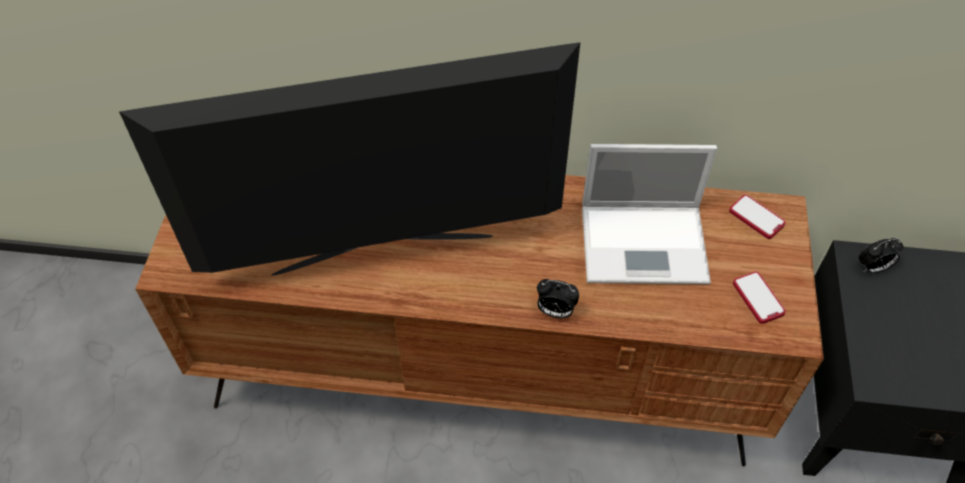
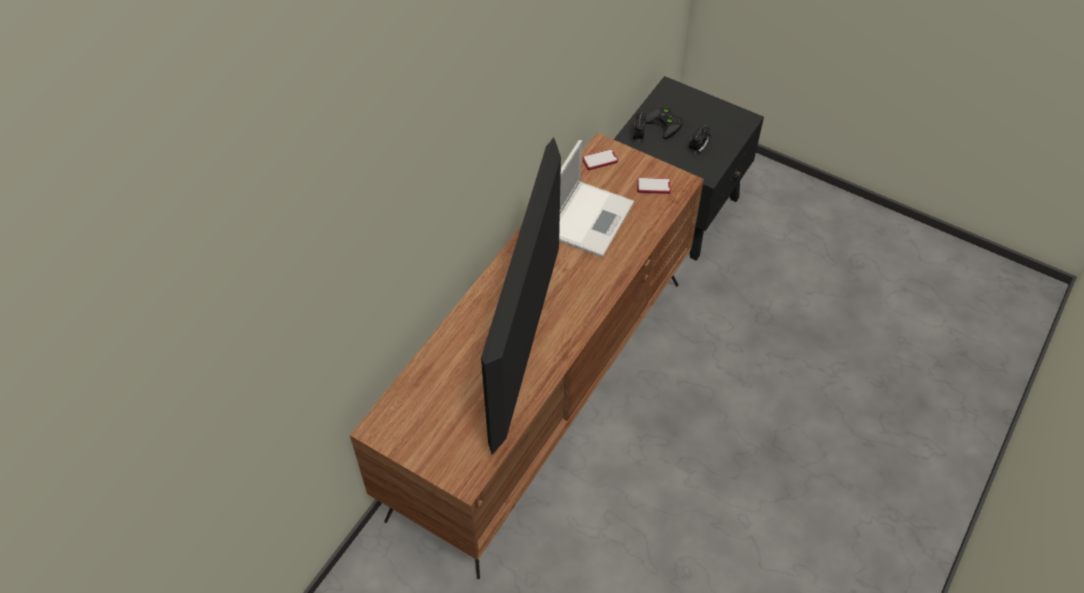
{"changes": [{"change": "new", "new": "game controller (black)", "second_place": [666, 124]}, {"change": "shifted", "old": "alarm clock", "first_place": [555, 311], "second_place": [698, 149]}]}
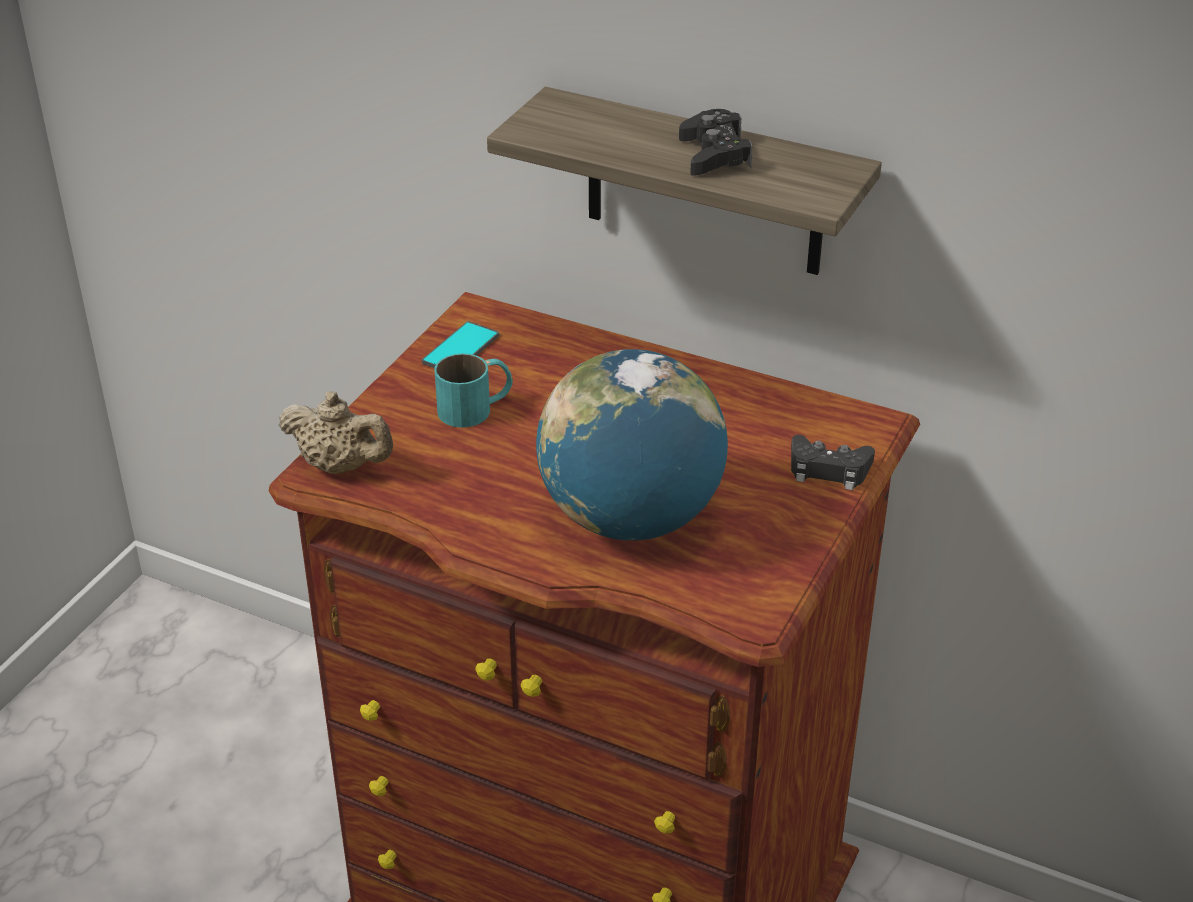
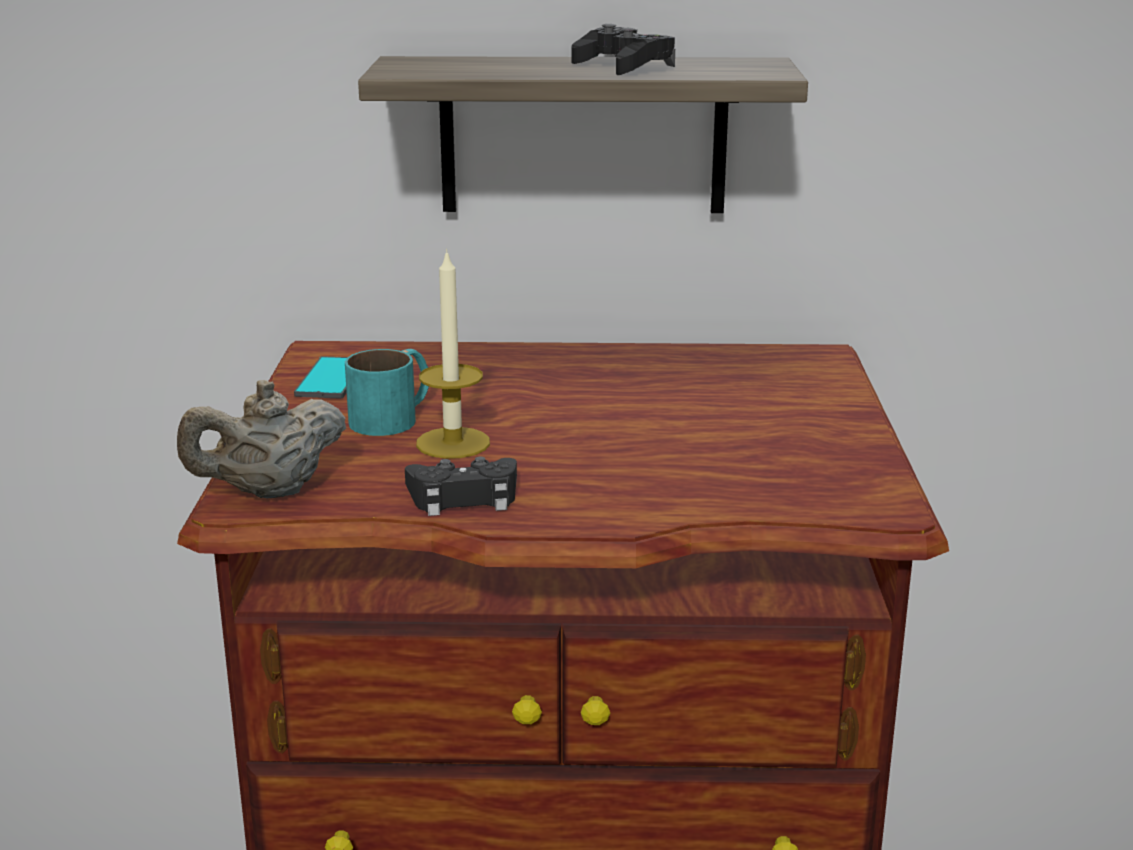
{"changes": [{"change": "gone", "old": "globe", "first_place": [630, 518]}, {"change": "new", "new": "candle", "second_place": [453, 443]}, {"change": "shifted", "old": "game controller (black)", "first_place": [828, 469], "second_place": [464, 497]}, {"change": "rotated", "old": "teapot (beige)", "first_place": [340, 466], "second_place": [269, 492], "degrees": 150}]}
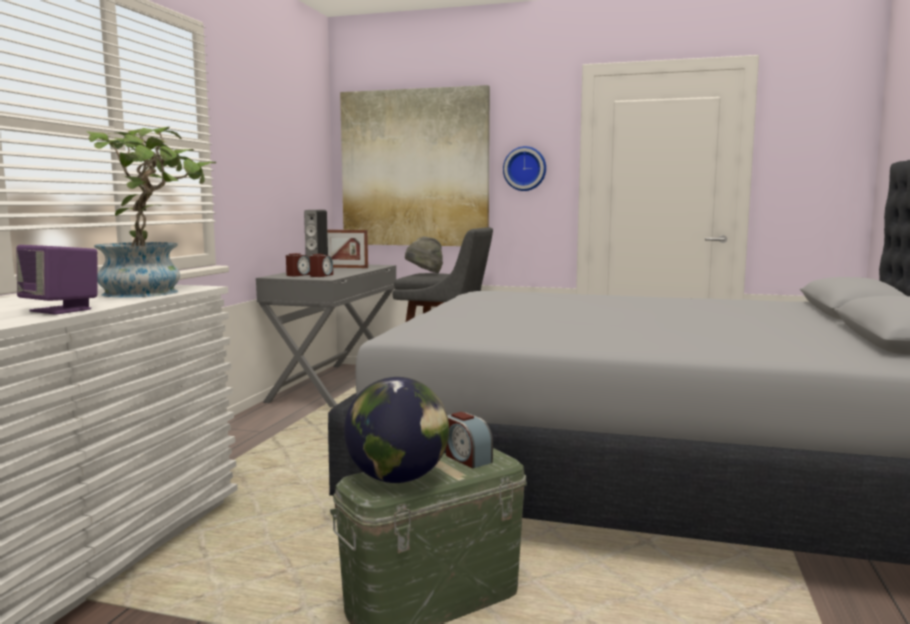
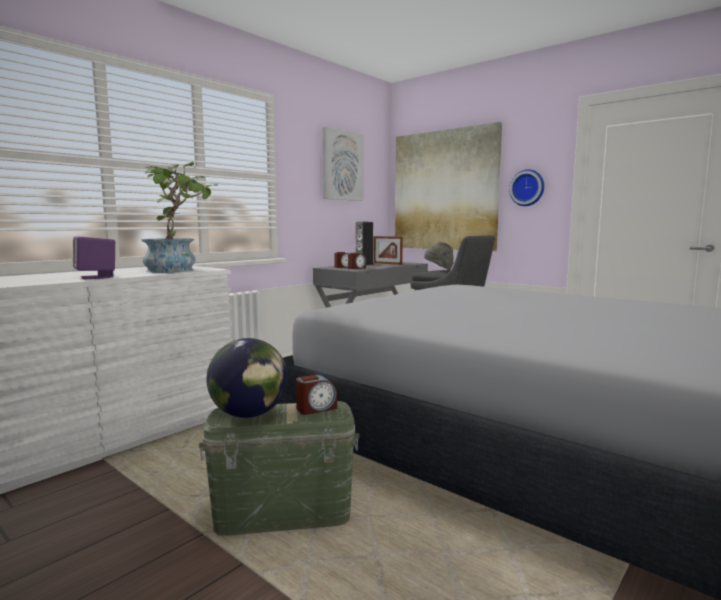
{"changes": [{"change": "new", "new": "picture", "second_place": [342, 166]}, {"change": "rotated", "old": "alarm clock", "first_place": [467, 458], "second_place": [316, 409], "degrees": -105}]}
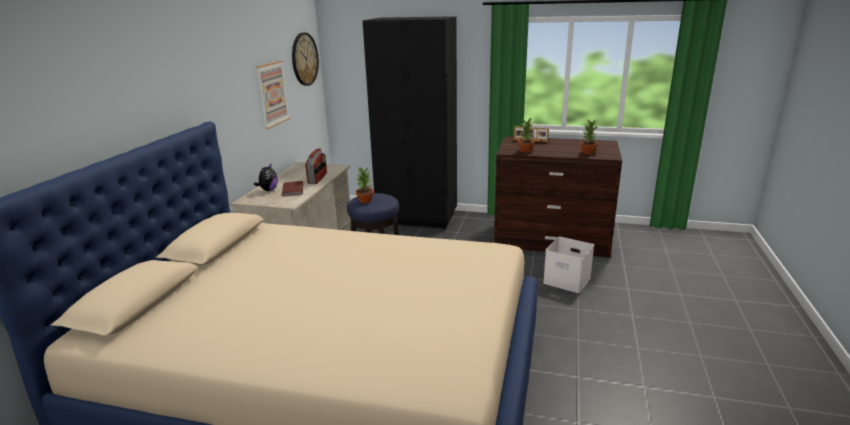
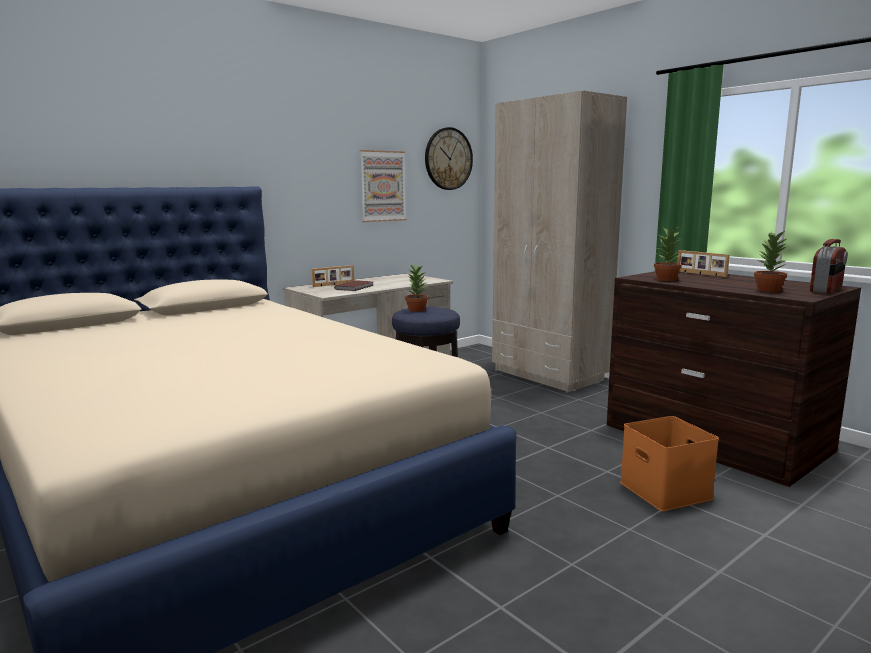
{"changes": [{"change": "shifted", "old": "radio", "first_place": [318, 178], "second_place": [826, 289]}, {"change": "swapped", "old": "plush toy", "new": "picture frame", "first_place": [268, 190], "second_place": [334, 285]}, {"change": "repainted", "old": "wardrobe (black)", "new": "wardrobe (beige)", "first_place": [418, 217], "second_place": [550, 375]}, {"change": "repainted", "old": "storage box (white)", "new": "storage box (orange)", "first_place": [568, 280], "second_place": [667, 491]}]}
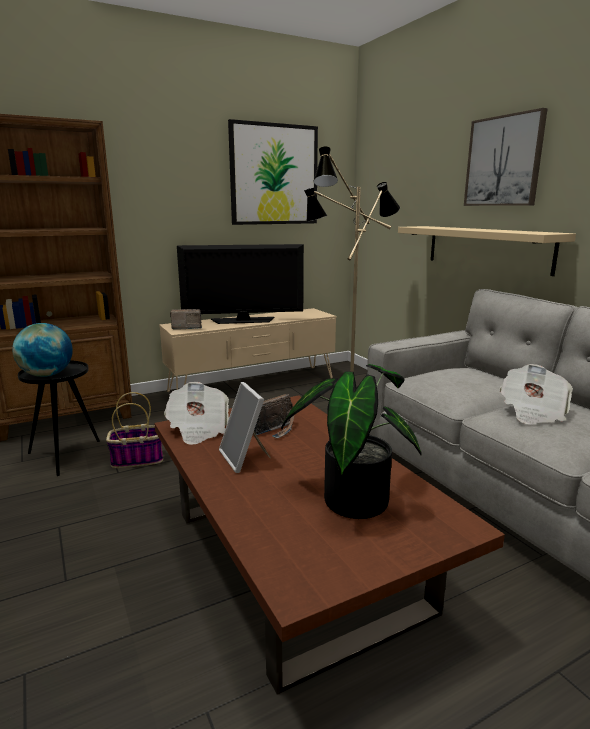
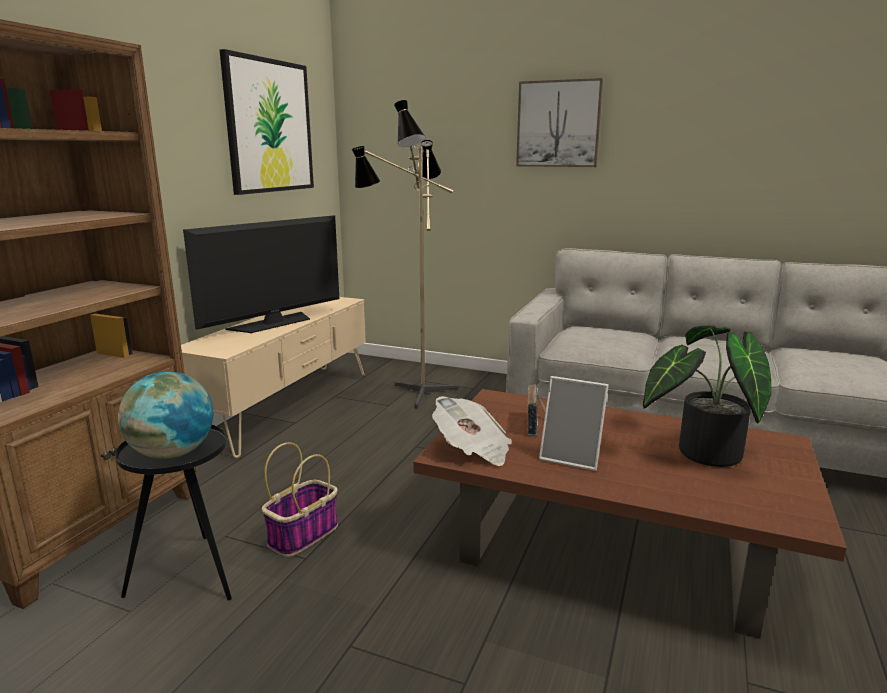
{"changes": [{"change": "gone", "old": "radio", "first_place": [186, 328]}, {"change": "gone", "old": "shelf (beige)", "first_place": [487, 248]}, {"change": "gone", "old": "newspaper", "first_place": [532, 412]}]}
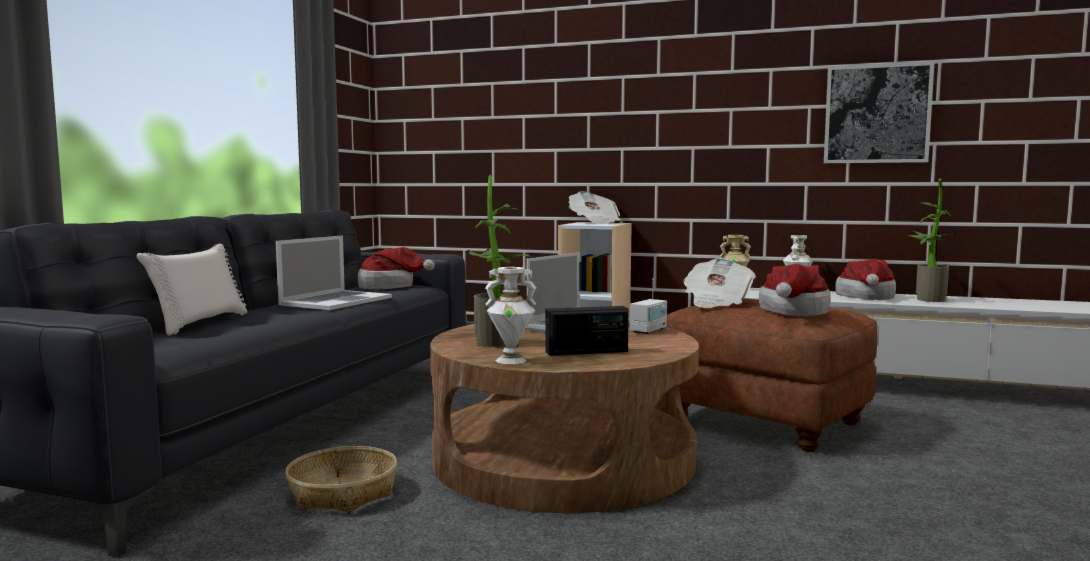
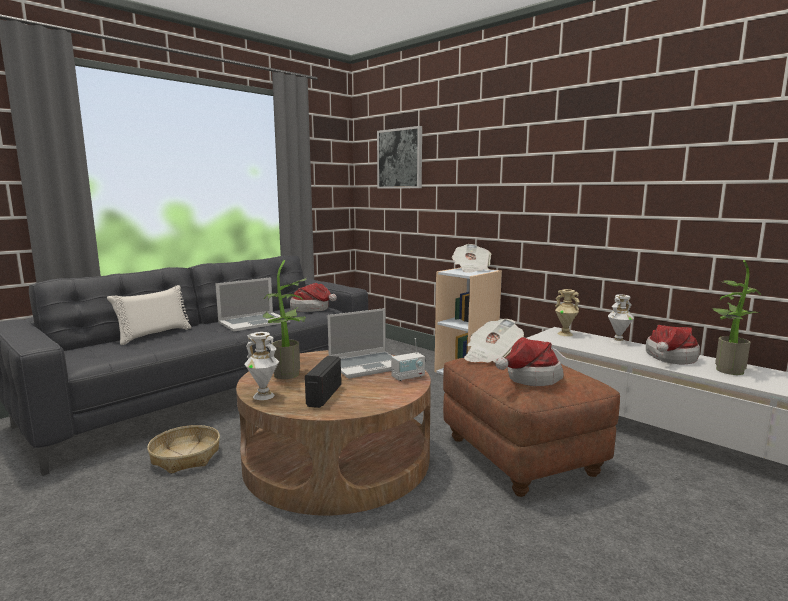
{"changes": [{"change": "shifted", "old": "picture", "first_place": [876, 114], "second_place": [400, 158]}, {"change": "rotated", "old": "radio", "first_place": [586, 352], "second_place": [323, 395], "degrees": 90}]}
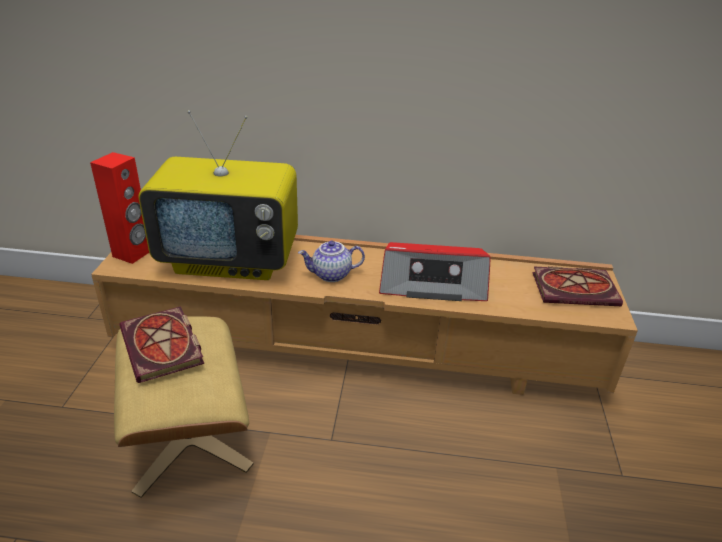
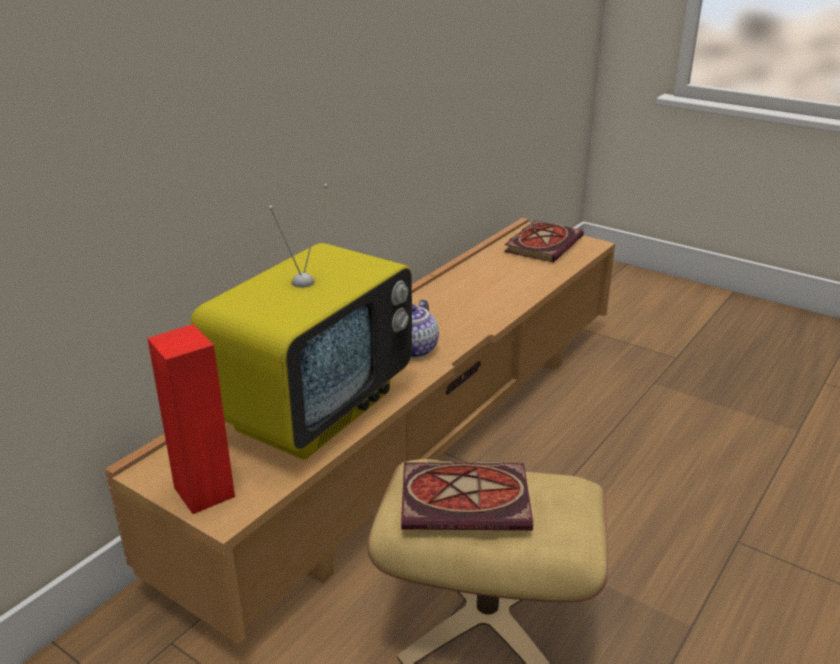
{"changes": [{"change": "gone", "old": "radio", "first_place": [432, 284]}]}
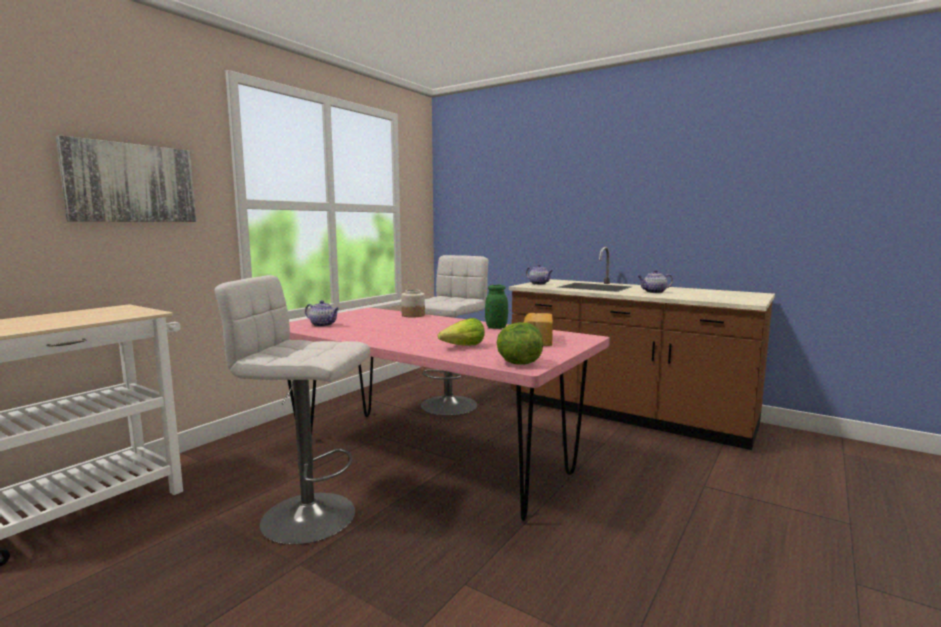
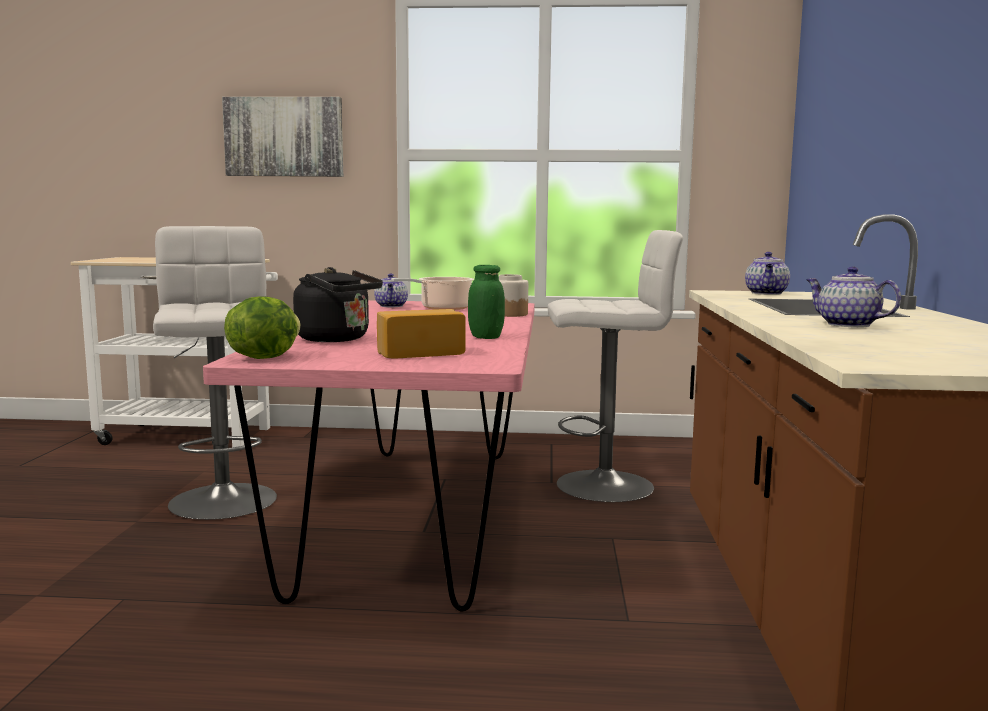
{"changes": [{"change": "new", "new": "cooking pot", "second_place": [442, 308]}, {"change": "swapped", "old": "lettuce", "new": "kettle (black)", "first_place": [463, 346], "second_place": [337, 339]}]}
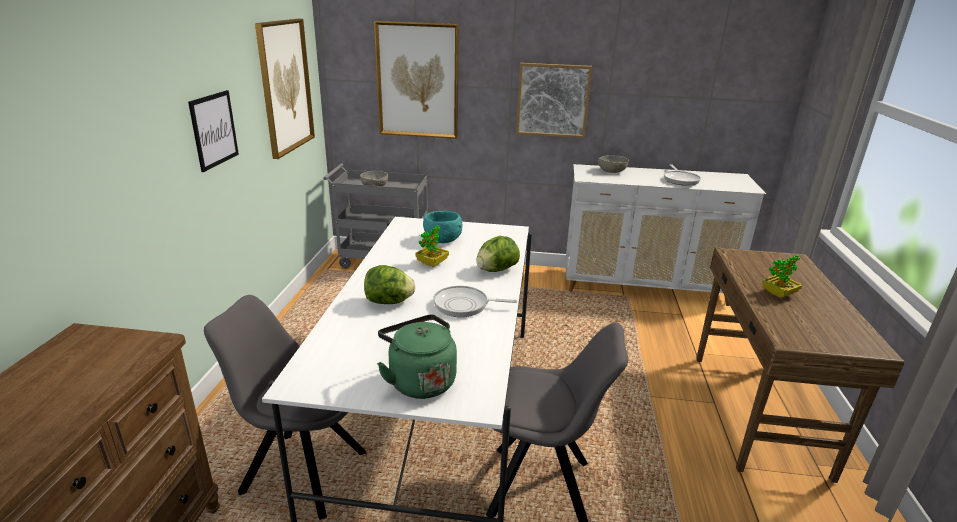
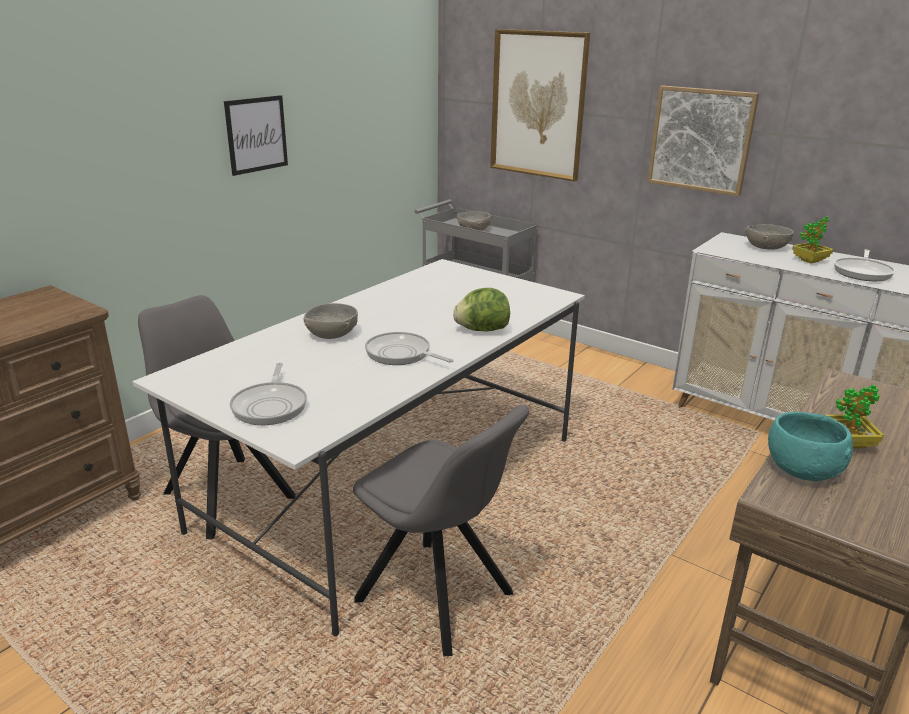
{"changes": [{"change": "gone", "old": "picture", "first_place": [285, 86]}, {"change": "shifted", "old": "potted plant", "first_place": [432, 263], "second_place": [809, 260]}, {"change": "shifted", "old": "bowl (turquoise)", "first_place": [442, 239], "second_place": [801, 469]}, {"change": "swapped", "old": "lettuce", "new": "bowl (grey)", "first_place": [389, 302], "second_place": [331, 334]}, {"change": "swapped", "old": "kettle (green)", "new": "frying pan", "first_place": [419, 380], "second_place": [271, 405]}]}
